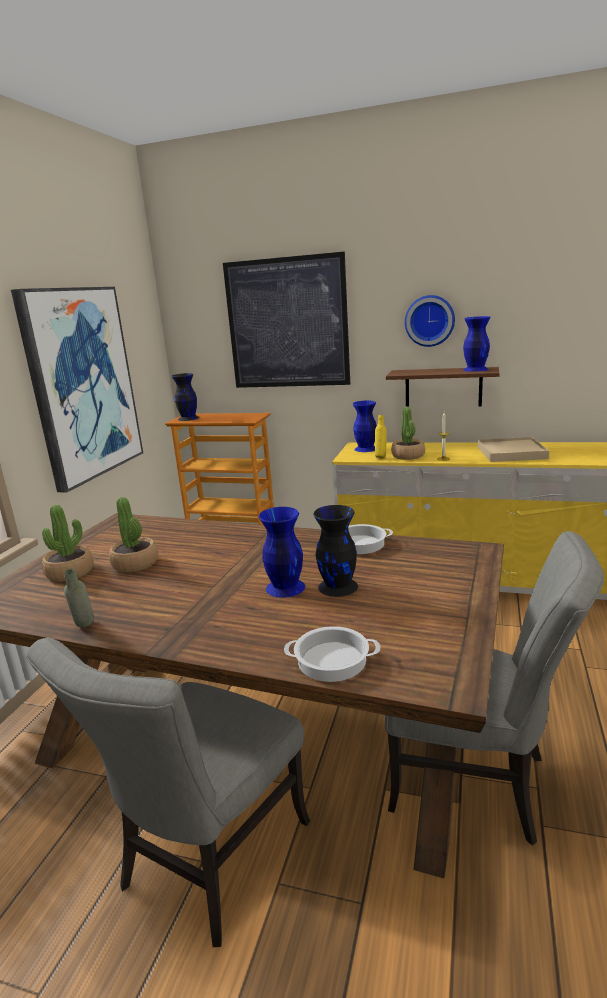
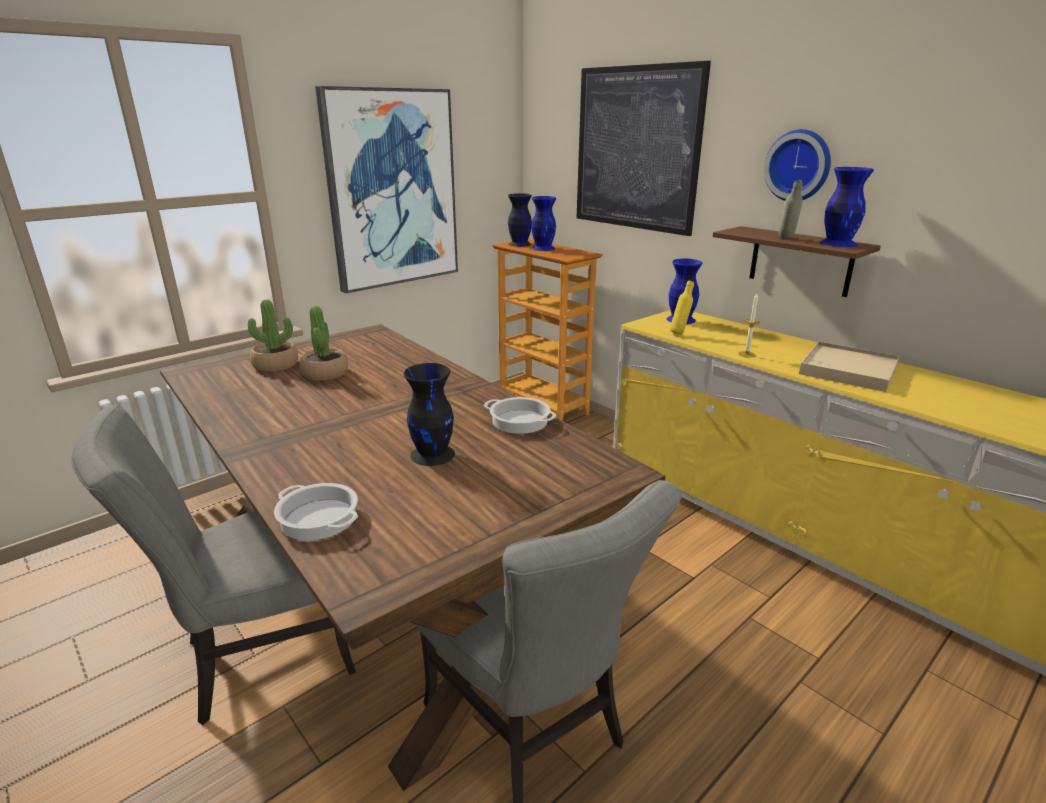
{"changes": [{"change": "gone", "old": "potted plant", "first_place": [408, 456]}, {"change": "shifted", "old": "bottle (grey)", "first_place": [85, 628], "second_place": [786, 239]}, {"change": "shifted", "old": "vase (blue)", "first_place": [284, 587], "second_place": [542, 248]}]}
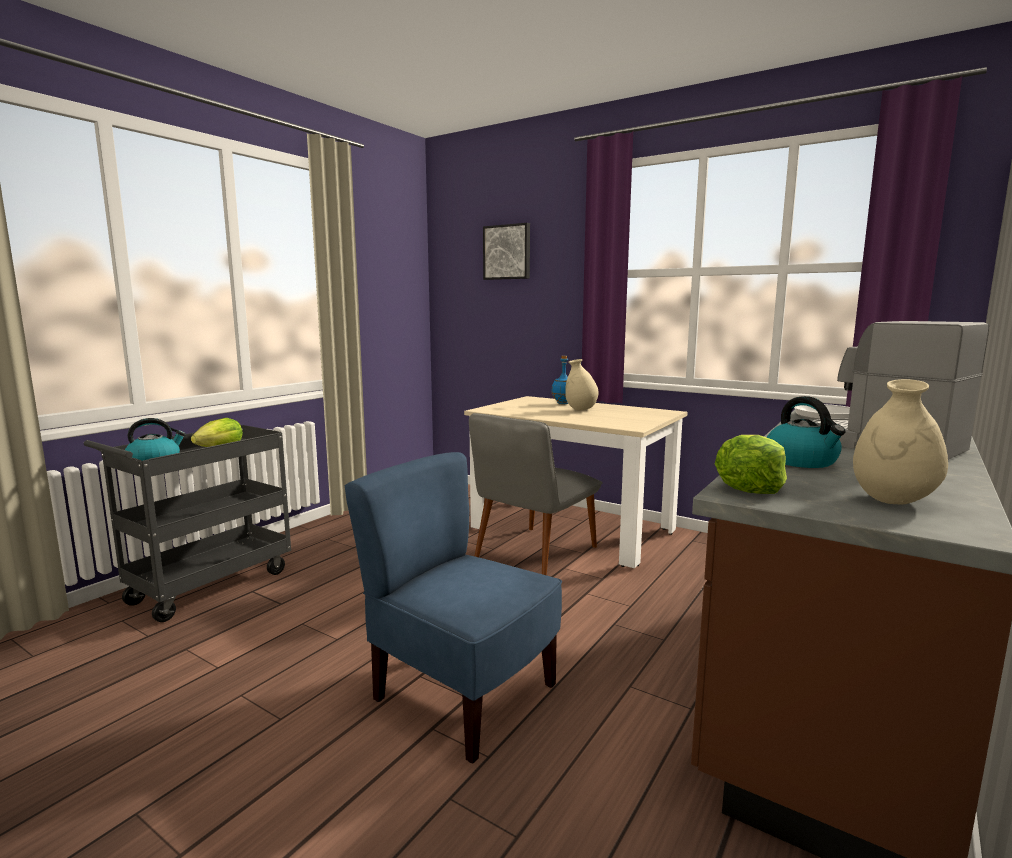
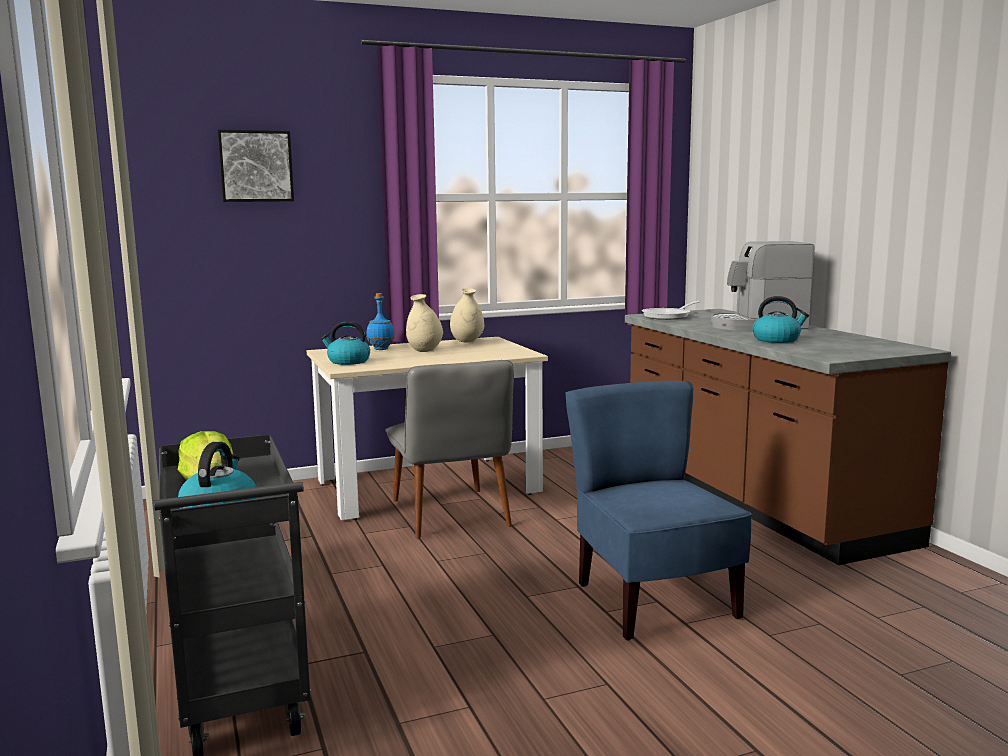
{"changes": [{"change": "gone", "old": "lettuce", "first_place": [750, 487]}, {"change": "new", "new": "kettle", "second_place": [348, 361]}, {"change": "shifted", "old": "vase (beige)", "first_place": [892, 500], "second_place": [467, 341]}, {"change": "rotated", "old": "chair (blue)", "first_place": [463, 695], "second_place": [653, 602], "degrees": 90}]}
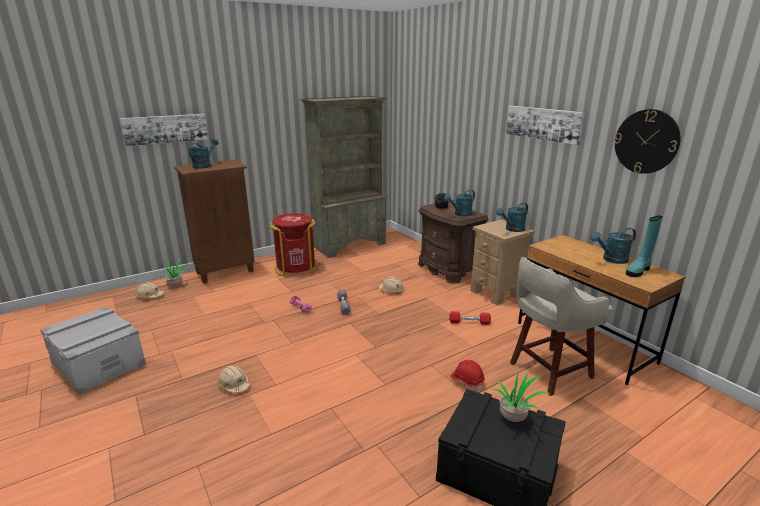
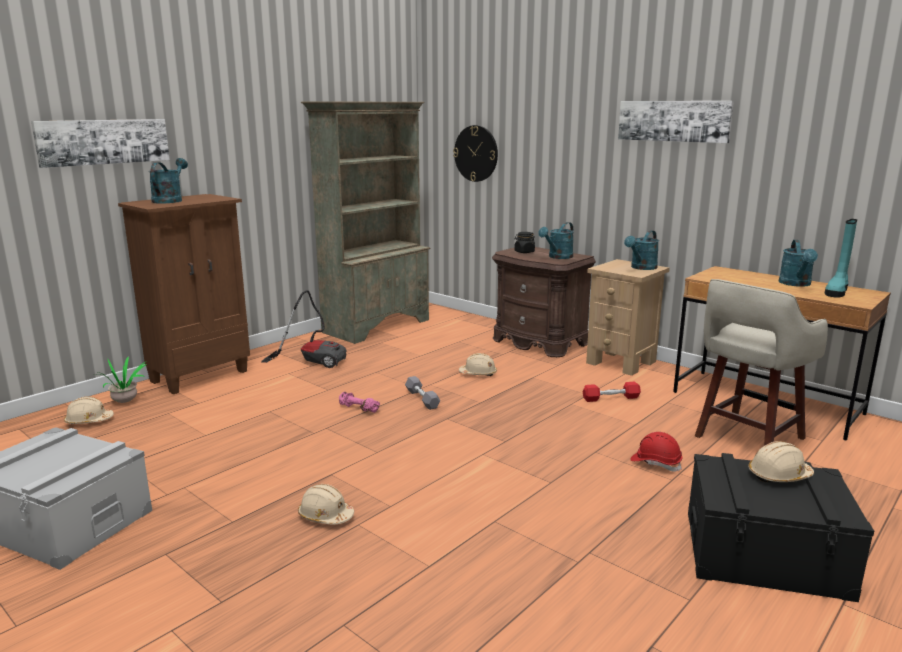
{"changes": [{"change": "shifted", "old": "wall clock", "first_place": [646, 141], "second_place": [476, 153]}, {"change": "swapped", "old": "trash can (red)", "new": "vacuum cleaner", "first_place": [296, 268], "second_place": [313, 360]}, {"change": "swapped", "old": "potted plant", "new": "hard hat (beige)", "first_place": [514, 419], "second_place": [779, 475]}, {"change": "rotated", "old": "watering can (turquoise)", "first_place": [611, 259], "second_place": [796, 284], "degrees": -45}]}
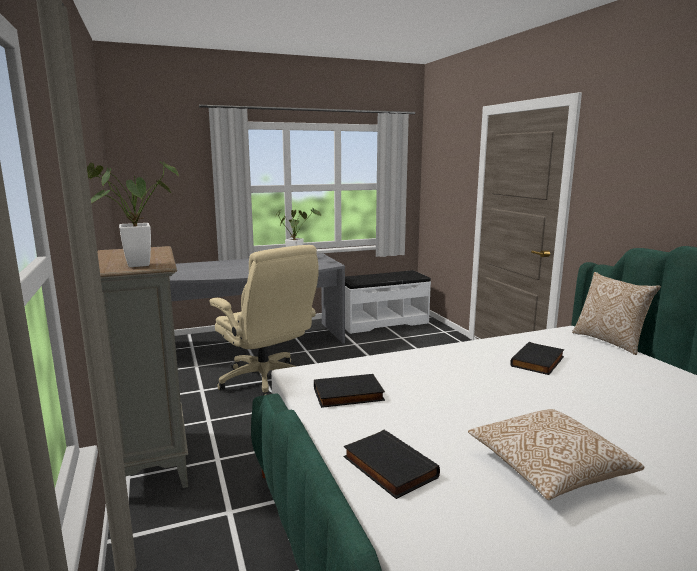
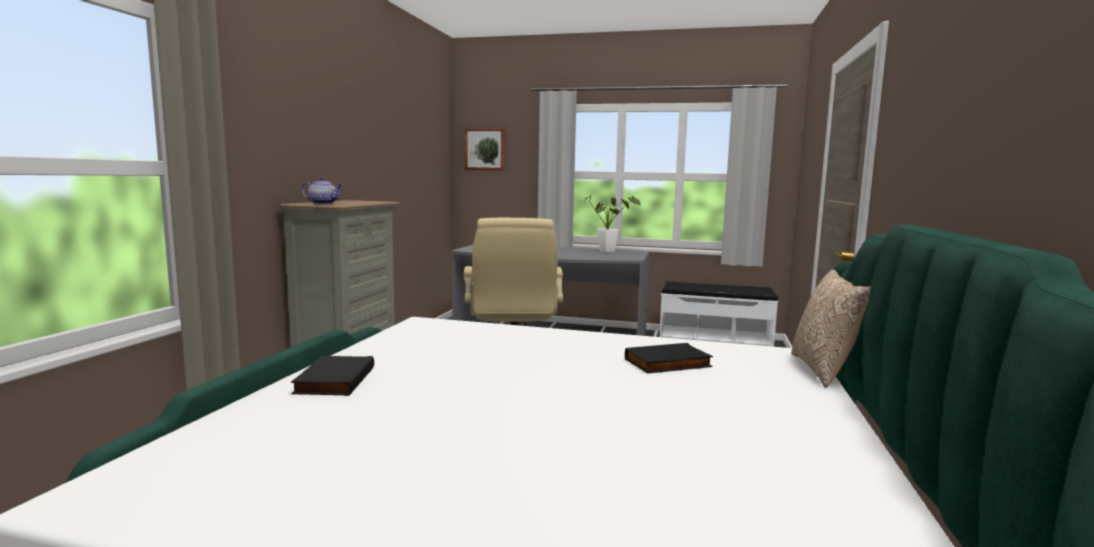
{"changes": [{"change": "gone", "old": "book (black)", "first_place": [348, 395]}, {"change": "gone", "old": "pillow", "first_place": [547, 470]}, {"change": "new", "new": "picture", "second_place": [485, 149]}, {"change": "swapped", "old": "potted plant", "new": "teapot", "first_place": [131, 265], "second_place": [323, 203]}]}
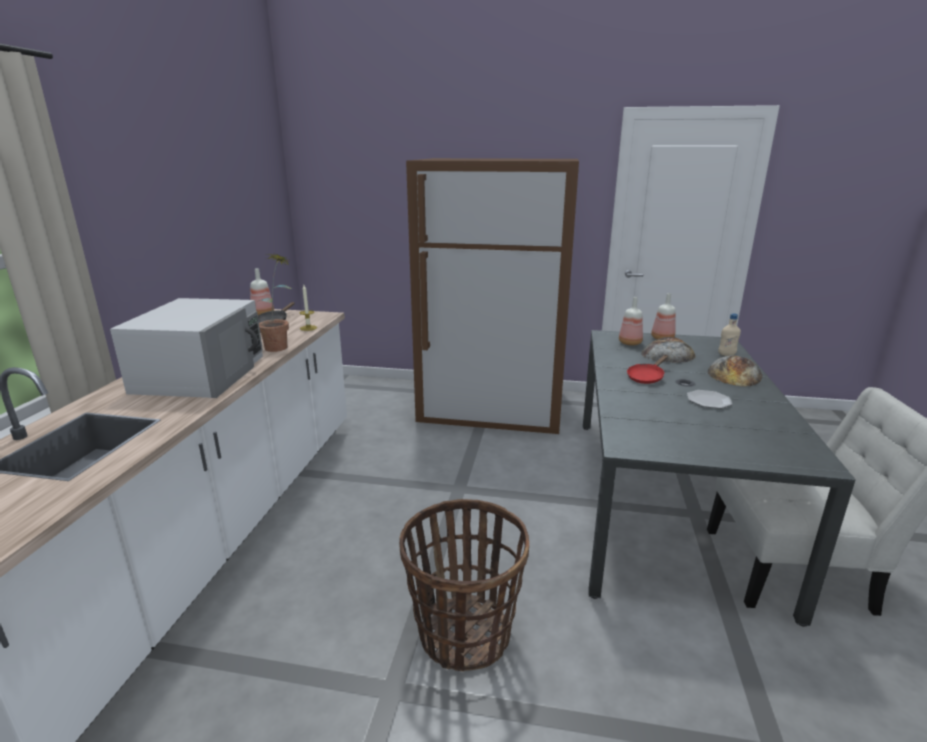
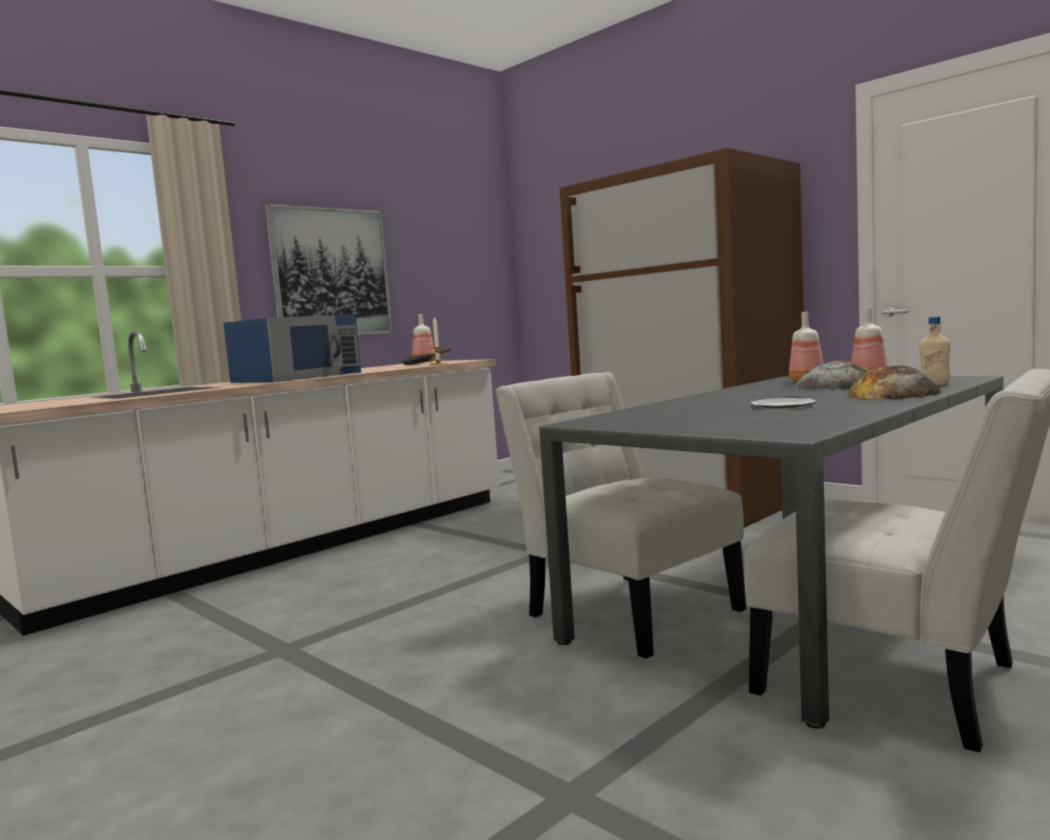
{"changes": [{"change": "gone", "old": "potted plant", "first_place": [280, 345]}, {"change": "gone", "old": "basket", "first_place": [463, 633]}, {"change": "gone", "old": "frying pan (red)", "first_place": [646, 377]}, {"change": "new", "new": "picture", "second_place": [331, 273]}, {"change": "new", "new": "chair (white)", "second_place": [626, 610]}, {"change": "repainted", "old": "microwave (white)", "new": "microwave (blue)", "first_place": [202, 373], "second_place": [298, 377]}]}
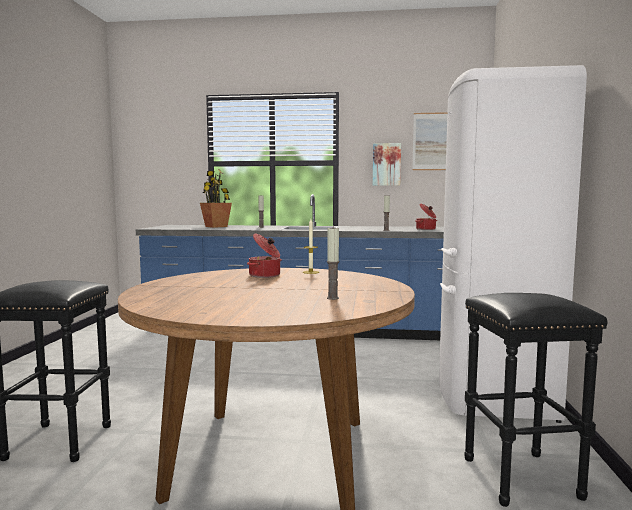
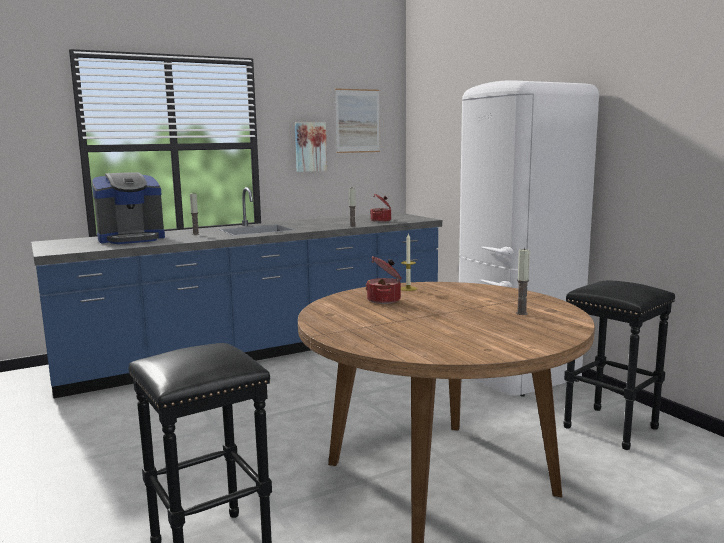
{"changes": [{"change": "swapped", "old": "potted plant", "new": "coffee machine", "first_place": [216, 226], "second_place": [131, 239]}]}
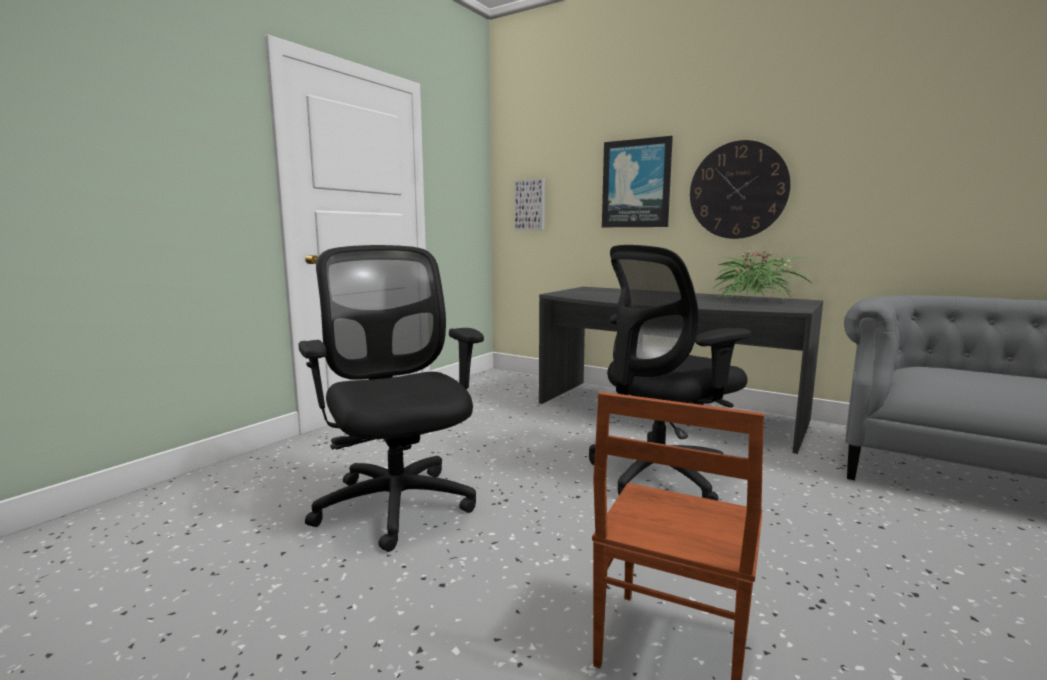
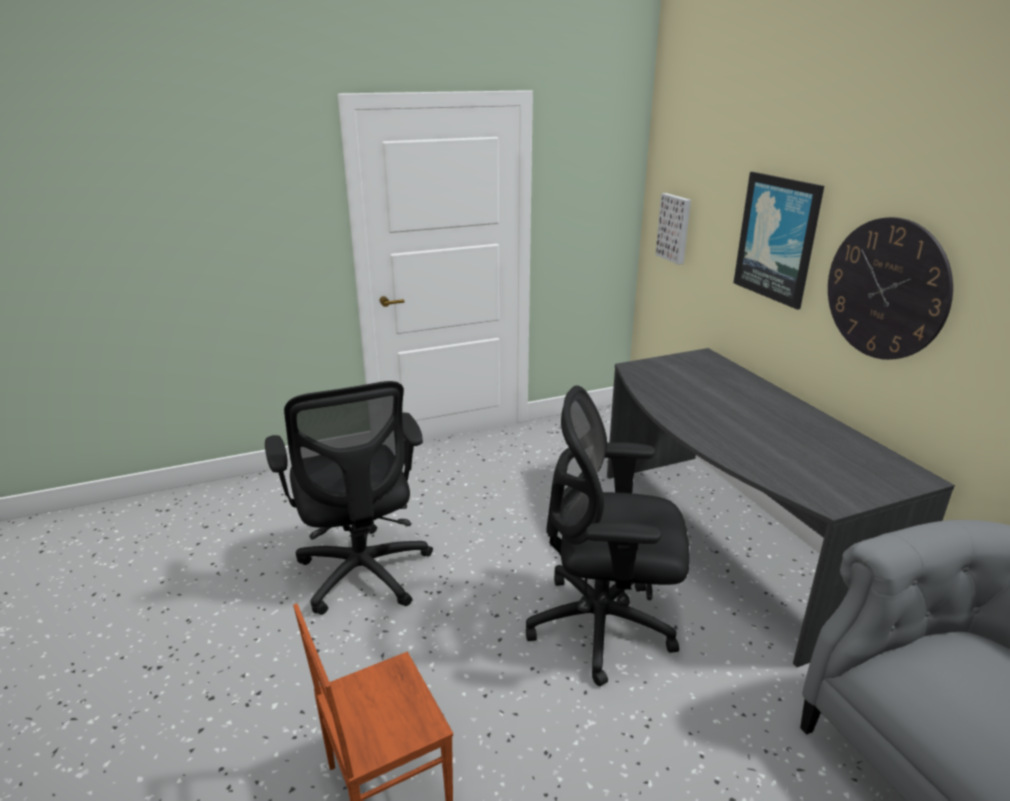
{"changes": [{"change": "gone", "old": "potted plant", "first_place": [753, 300]}, {"change": "rotated", "old": "office chair (black)", "first_place": [400, 509], "second_place": [360, 567], "degrees": 150}]}
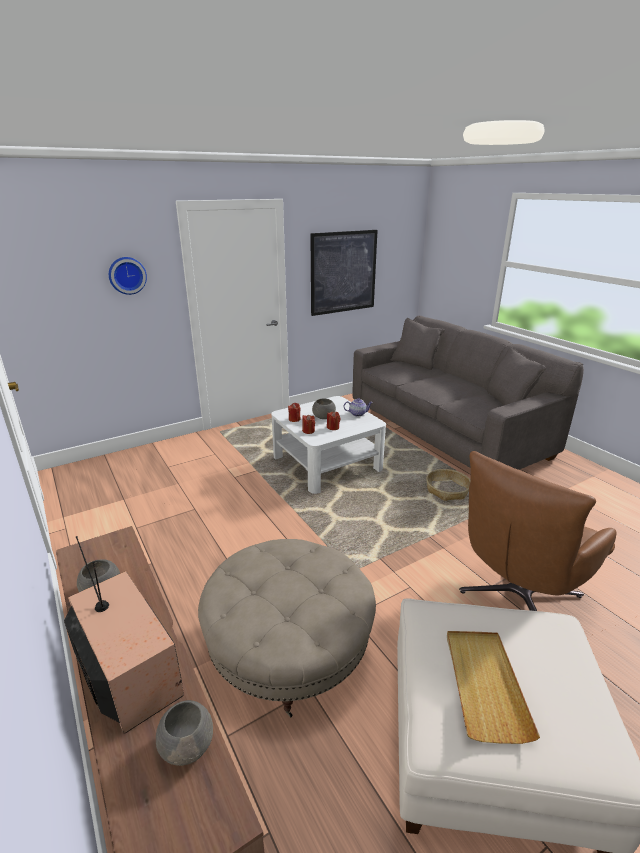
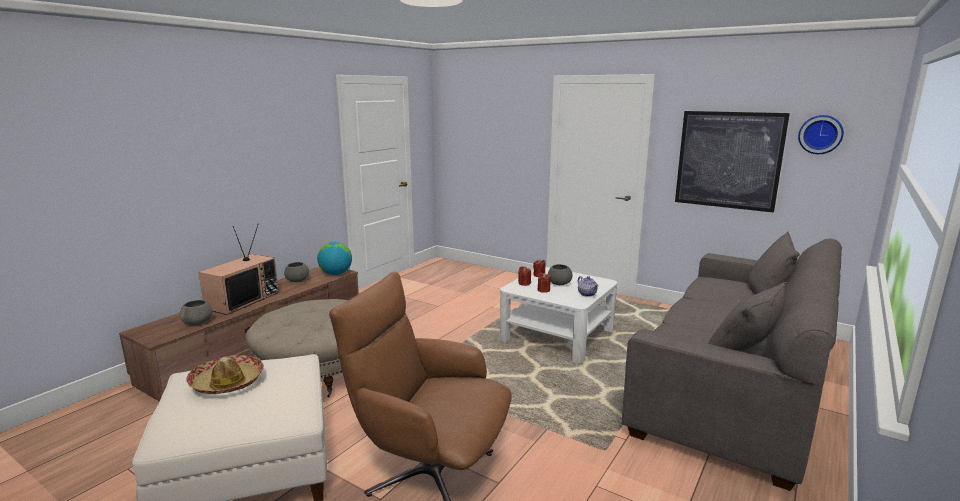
{"changes": [{"change": "gone", "old": "basket", "first_place": [447, 490]}, {"change": "new", "new": "globe", "second_place": [336, 274]}, {"change": "shifted", "old": "wall clock", "first_place": [127, 275], "second_place": [820, 134]}, {"change": "swapped", "old": "tray (beige)", "new": "hat", "first_place": [484, 684], "second_place": [227, 382]}]}
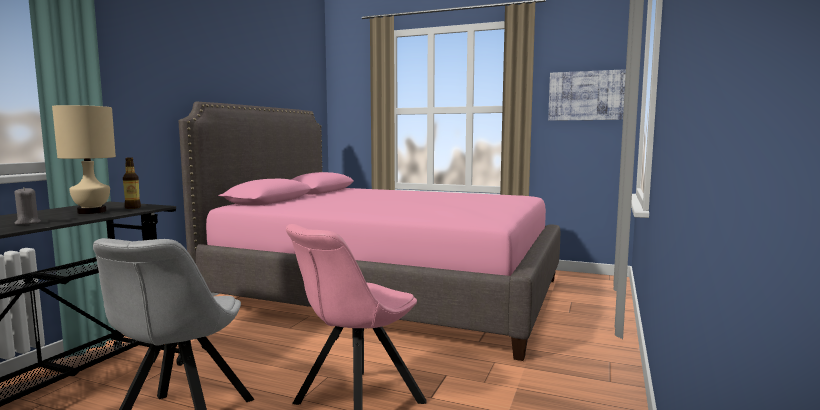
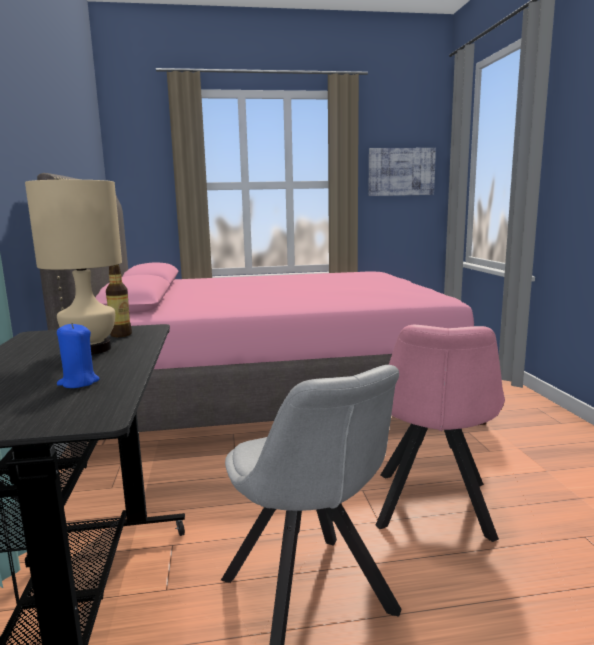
{"changes": [{"change": "repainted", "old": "candle (grey)", "new": "candle (blue)", "first_place": [27, 223], "second_place": [78, 382]}]}
